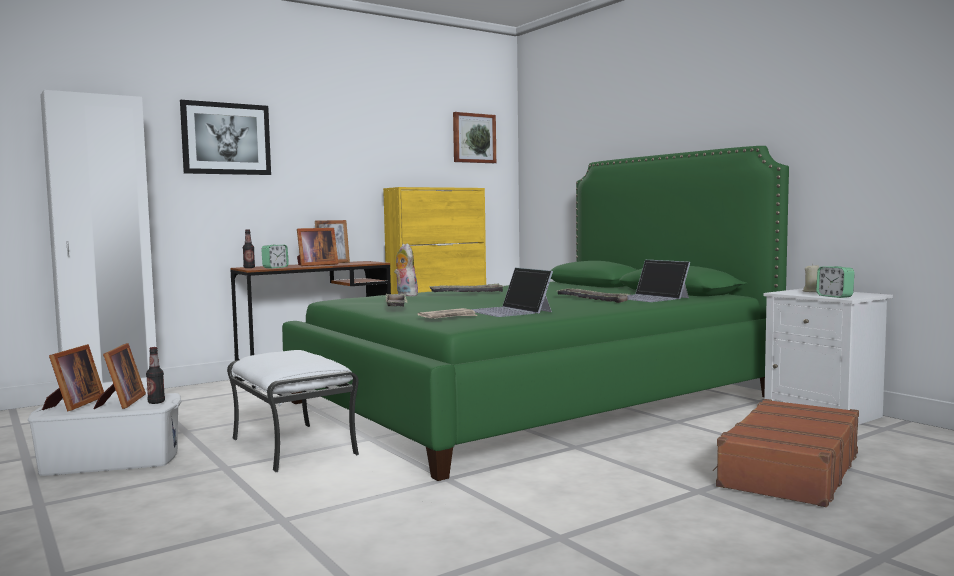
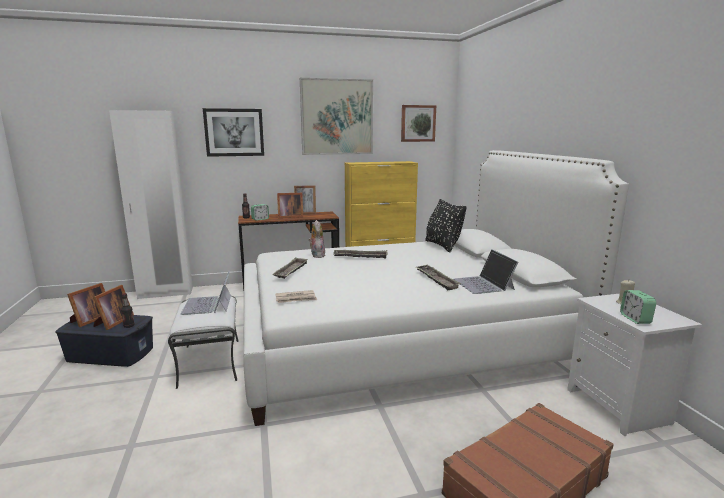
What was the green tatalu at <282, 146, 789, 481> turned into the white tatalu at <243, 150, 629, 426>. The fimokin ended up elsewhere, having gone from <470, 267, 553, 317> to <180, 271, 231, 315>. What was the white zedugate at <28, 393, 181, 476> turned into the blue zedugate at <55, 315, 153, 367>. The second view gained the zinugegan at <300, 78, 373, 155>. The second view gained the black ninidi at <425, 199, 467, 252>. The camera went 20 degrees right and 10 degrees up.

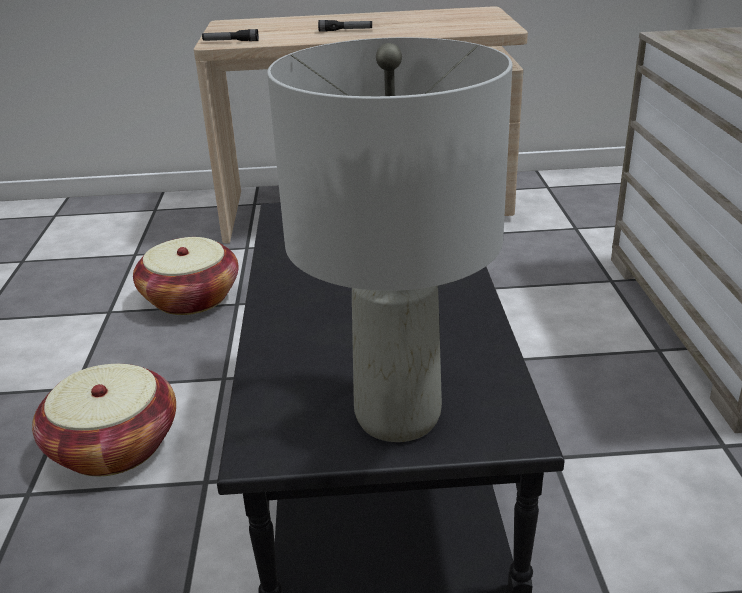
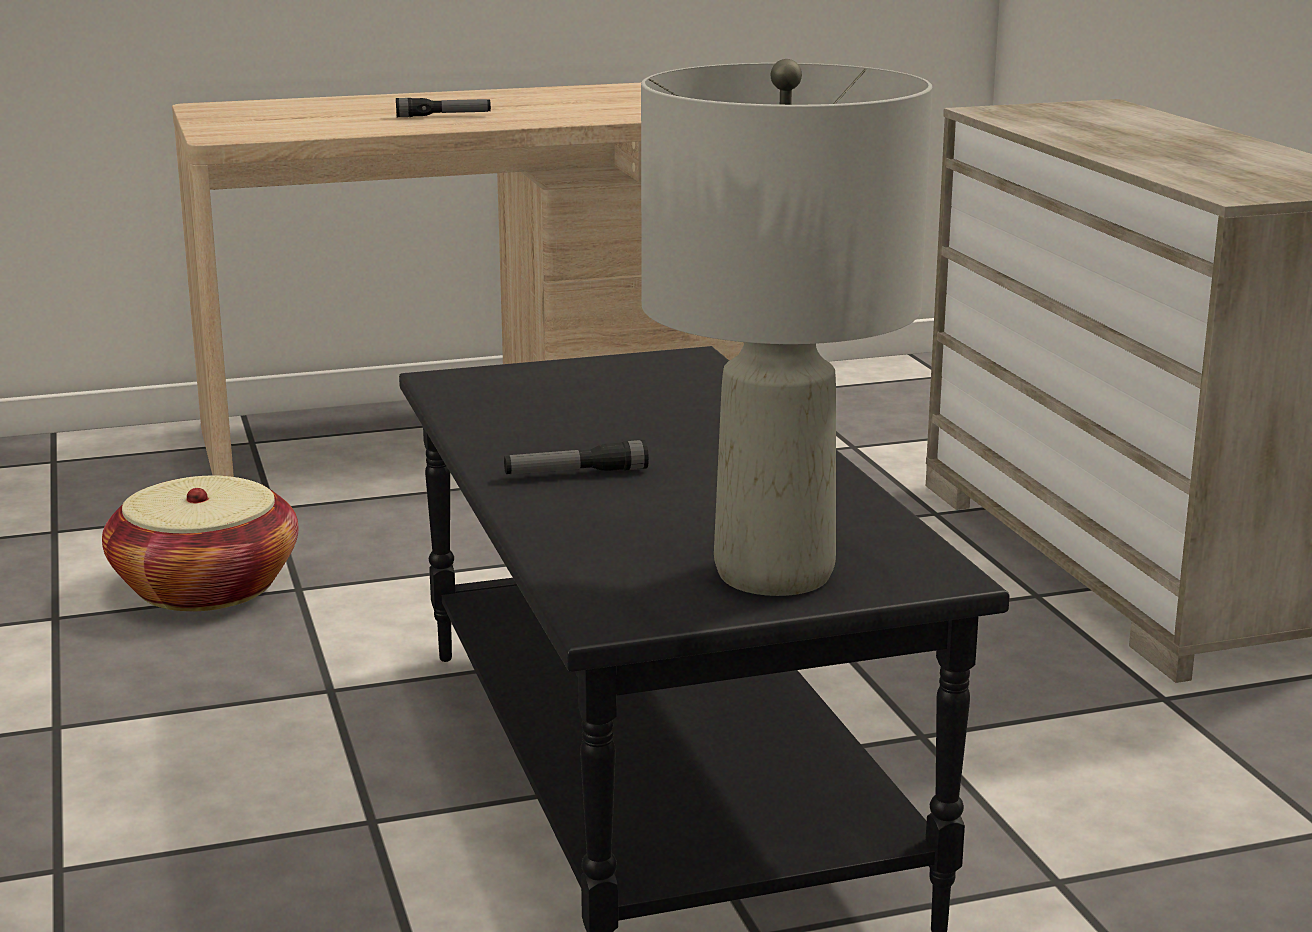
The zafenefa ended up elsewhere, having gone from <202, 29, 259, 41> to <504, 440, 649, 475>. The second view lost the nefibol at <32, 364, 176, 476>. The camera went 15 degrees left and 10 degrees down.

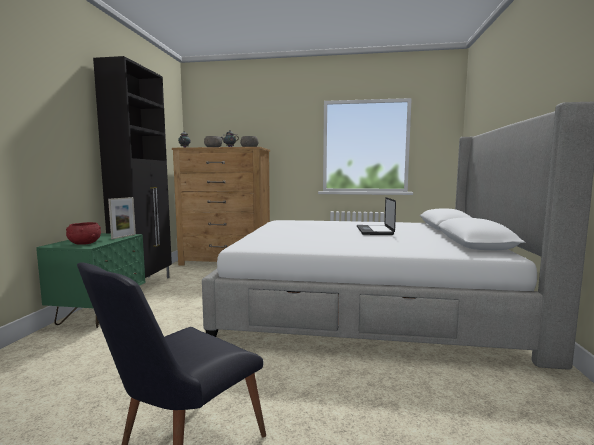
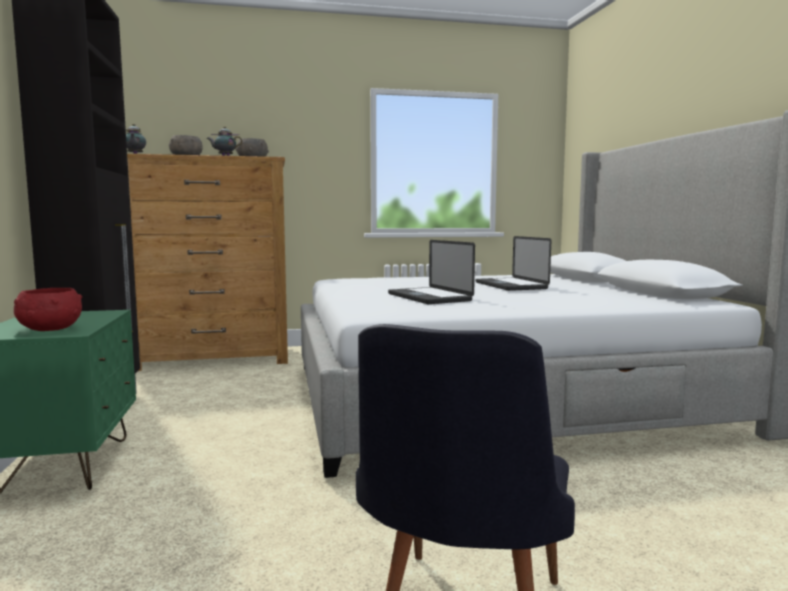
The second view lost the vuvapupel at <108, 197, 136, 239>. The second view gained the fimokin at <388, 240, 475, 304>. The camera went 20 degrees left and 0 degrees up.

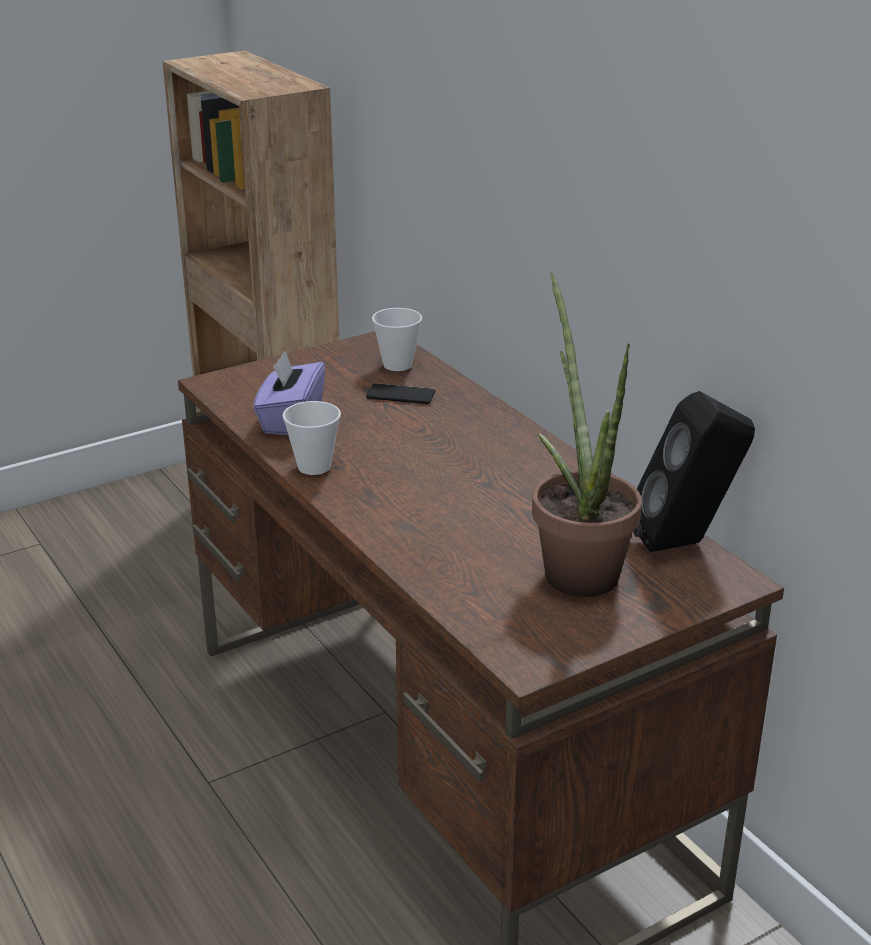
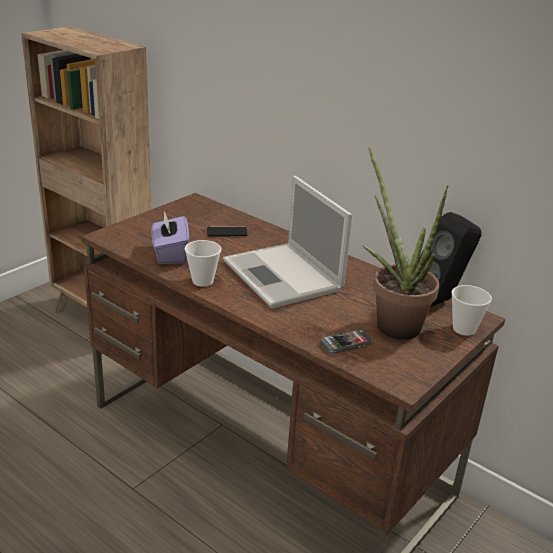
The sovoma ended up elsewhere, having gone from <372, 308, 422, 371> to <451, 285, 492, 336>. The second view gained the fimokin at <223, 176, 353, 308>. The second view gained the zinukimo at <320, 329, 373, 354>. The camera went 20 degrees left and 0 degrees up.

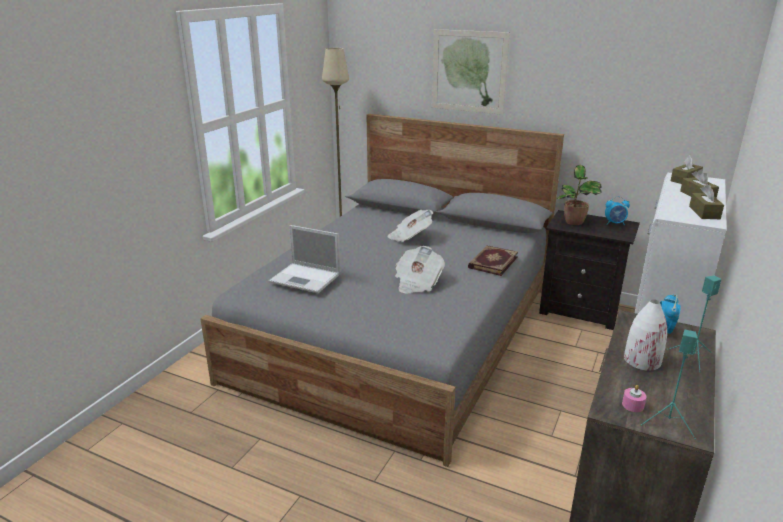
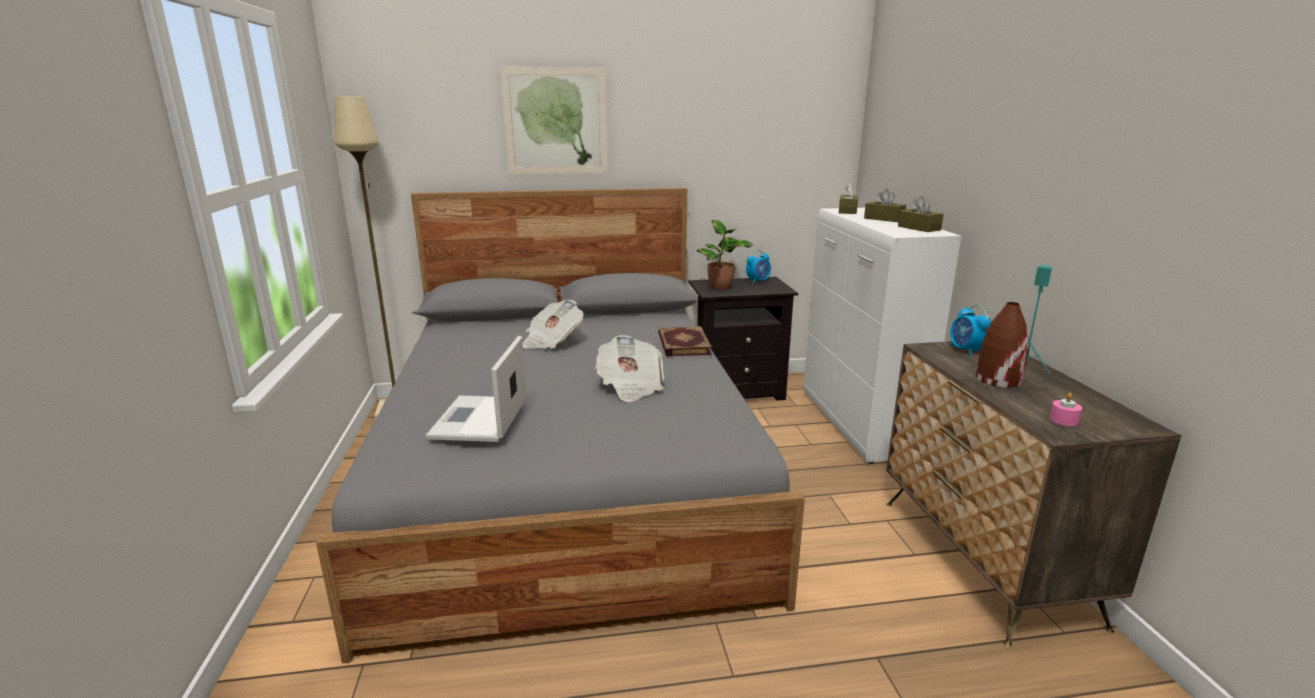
The fimokin at <269, 225, 340, 293> ended up facing another way, 105 degrees clockwise from before. What was the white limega at <624, 299, 667, 371> turned into the brown limega at <976, 302, 1028, 388>. The second view lost the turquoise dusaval at <641, 330, 698, 439>. The camera went 35 degrees left and 5 degrees down.

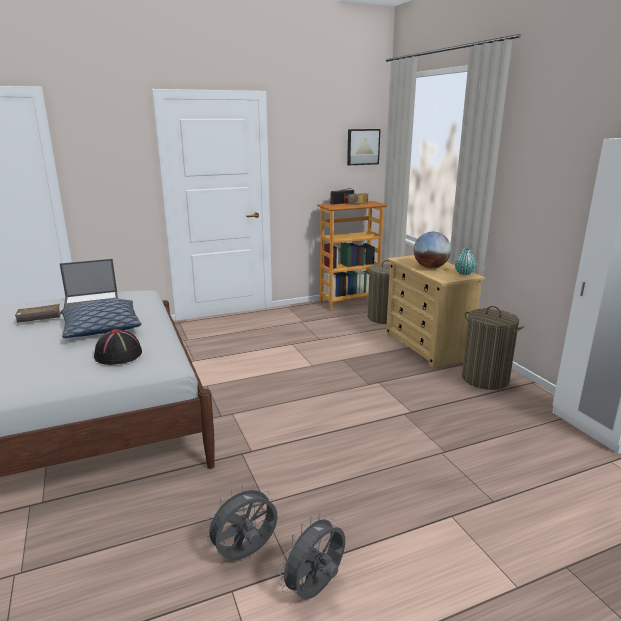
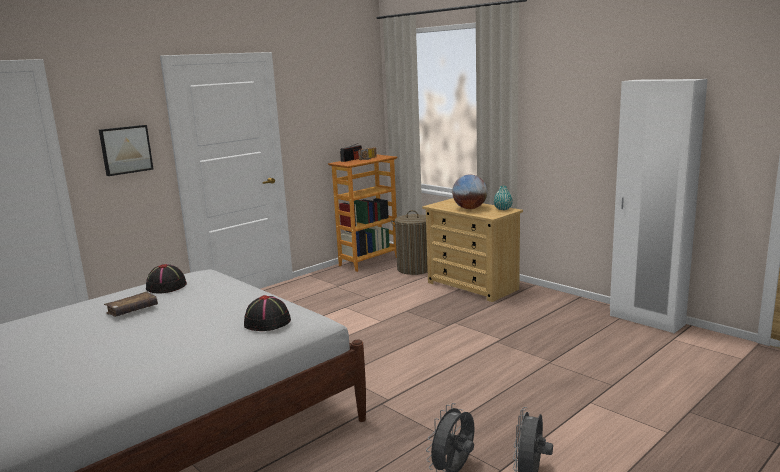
The zinugegan ended up elsewhere, having gone from <347, 129, 381, 165> to <99, 125, 154, 176>. Where the fimokin stood at <60, 259, 118, 309>, the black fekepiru came to stand at <146, 264, 187, 293>. The second view lost the ninidi at <61, 299, 142, 338>. The second view lost the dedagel at <462, 306, 524, 390>. The camera went 20 degrees left and 5 degrees down.

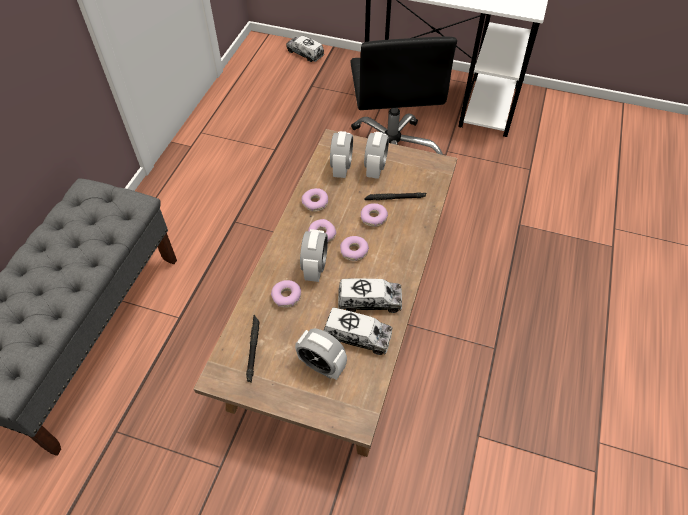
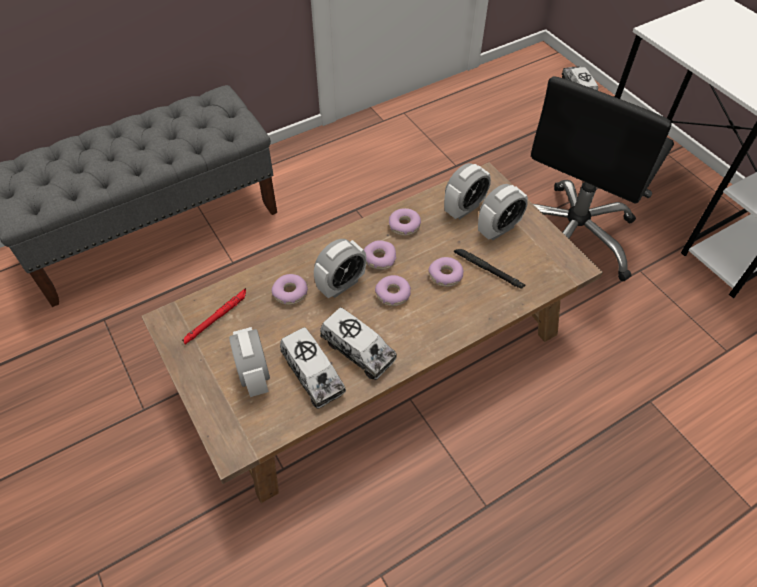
What was the black zafenefa at <246, 315, 260, 383> turned into the red zafenefa at <182, 288, 246, 345>. The camera went 40 degrees right and 0 degrees up.

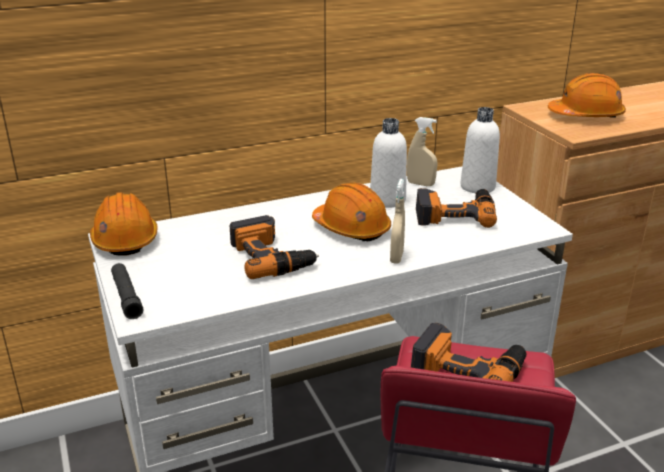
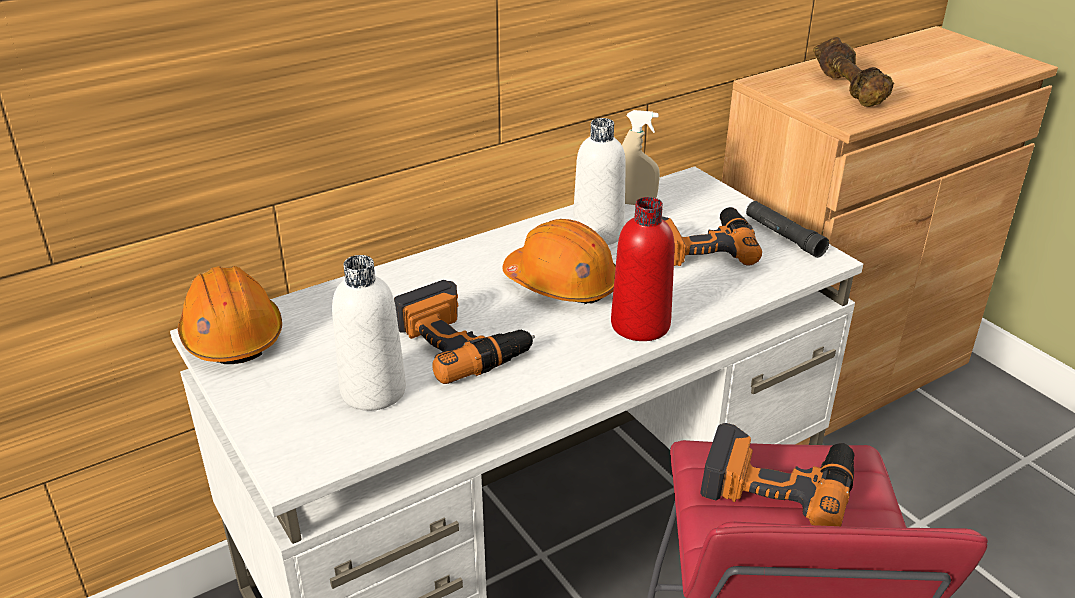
Where the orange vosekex stood at <548, 73, 626, 119>, the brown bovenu came to stand at <813, 37, 894, 107>. The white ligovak ended up elsewhere, having gone from <460, 107, 500, 193> to <332, 255, 406, 411>. Where the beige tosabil stood at <390, 179, 405, 264>, the red ligovak came to stand at <611, 197, 675, 341>. The black zafenefa ended up elsewhere, having gone from <111, 263, 143, 319> to <746, 201, 829, 258>. The camera went 10 degrees left and 5 degrees up.

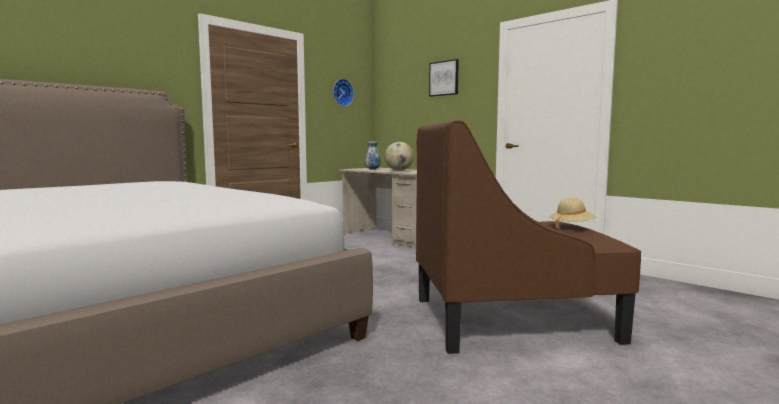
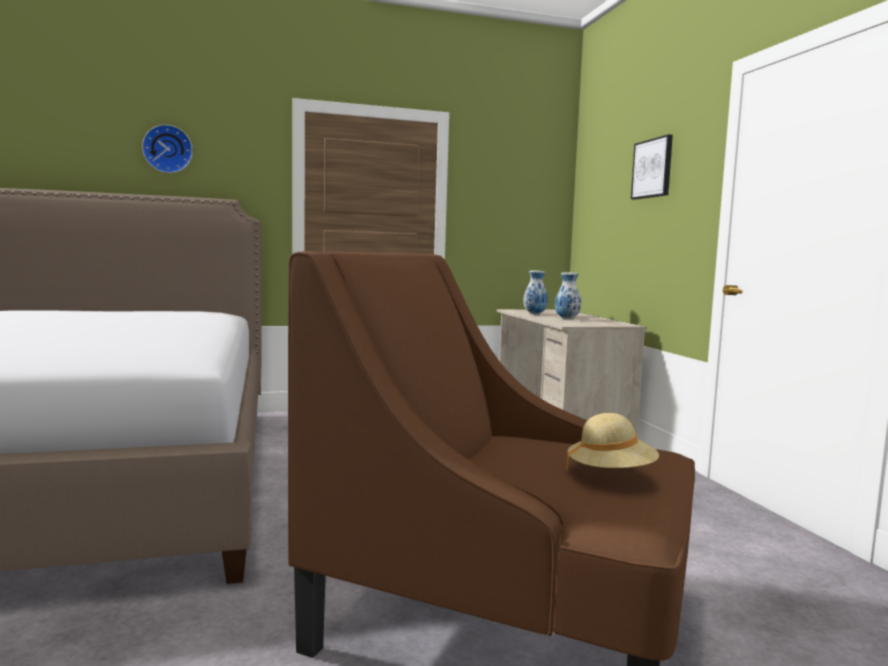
The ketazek ended up elsewhere, having gone from <333, 79, 354, 106> to <142, 124, 193, 173>. Where the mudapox stood at <385, 142, 414, 171>, the limega came to stand at <555, 272, 581, 319>. The camera went 30 degrees right and 0 degrees up.

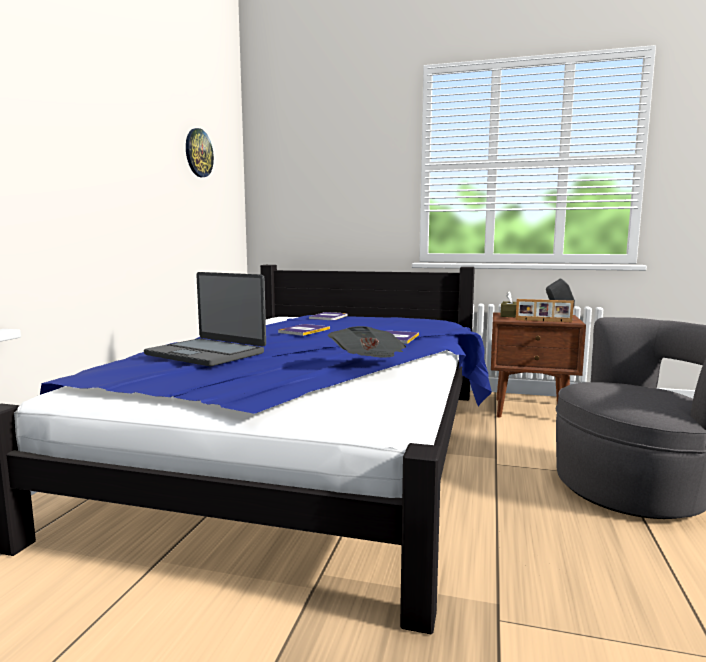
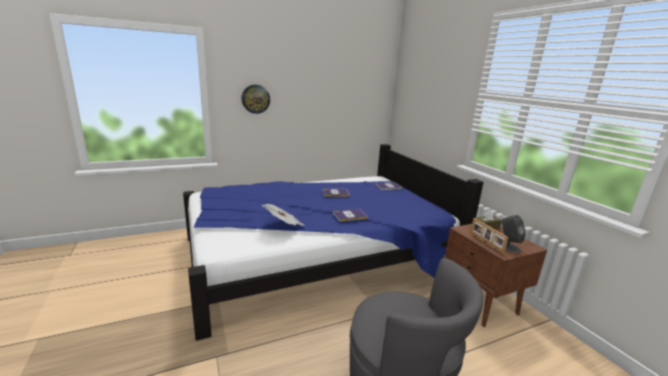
The ketazek ended up elsewhere, having gone from <186, 128, 214, 177> to <241, 85, 270, 114>. The second view lost the fimokin at <144, 272, 266, 366>. The camera went 50 degrees right and 10 degrees up.

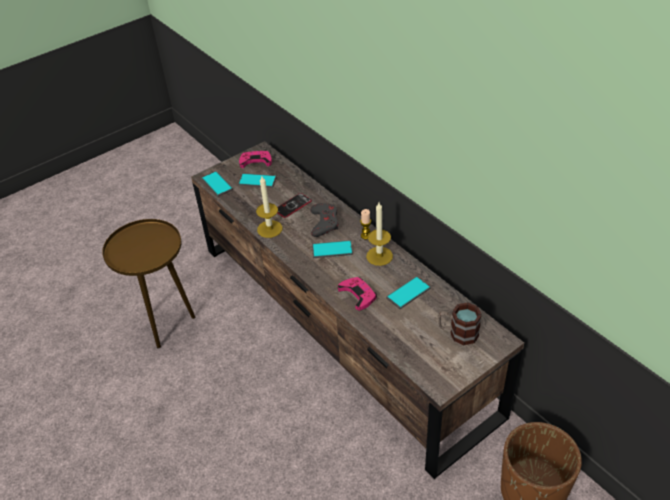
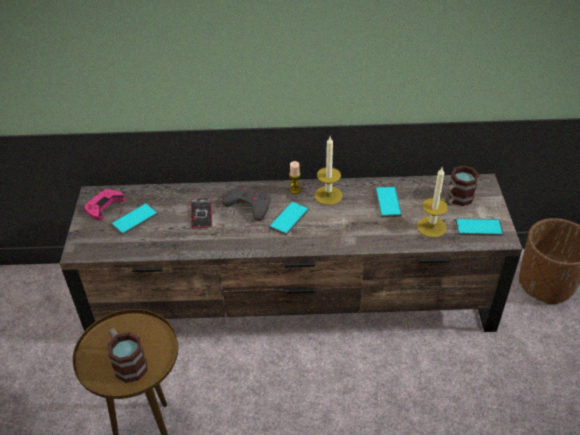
The zinukimo ended up elsewhere, having gone from <202, 171, 233, 197> to <456, 218, 504, 236>. The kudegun ended up elsewhere, having gone from <256, 176, 282, 238> to <417, 167, 448, 238>. The second view lost the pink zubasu at <338, 277, 377, 311>. The second view gained the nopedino at <107, 328, 148, 383>. The camera went 55 degrees left and 0 degrees up.

